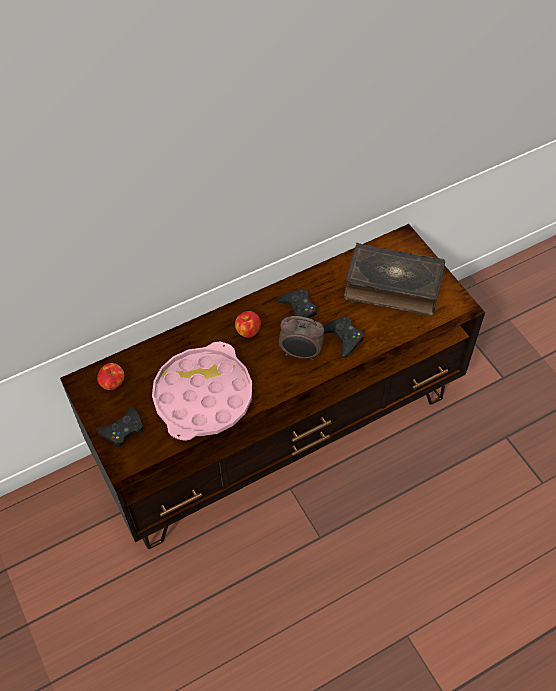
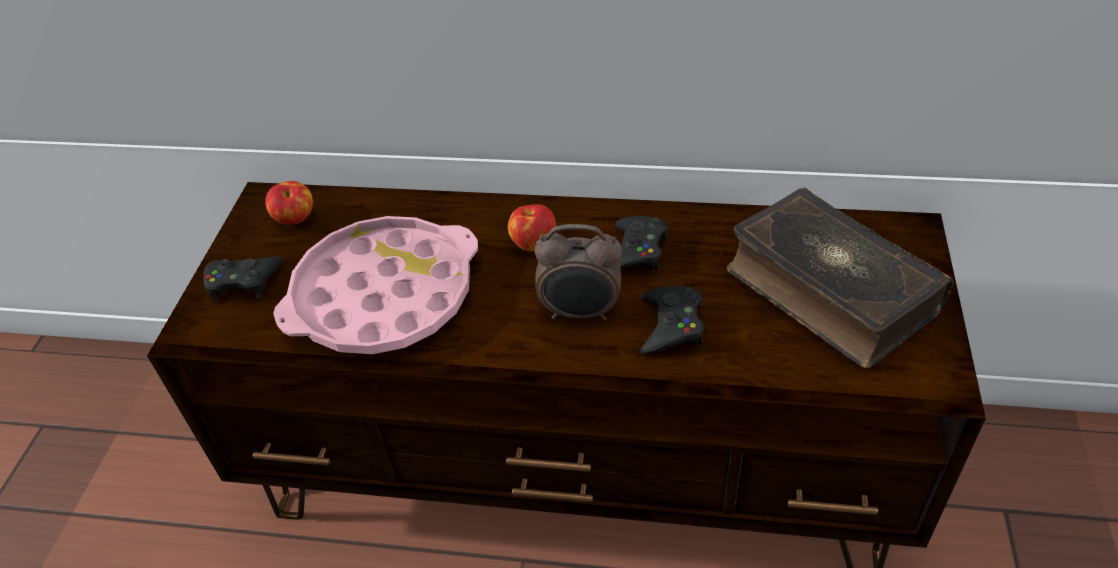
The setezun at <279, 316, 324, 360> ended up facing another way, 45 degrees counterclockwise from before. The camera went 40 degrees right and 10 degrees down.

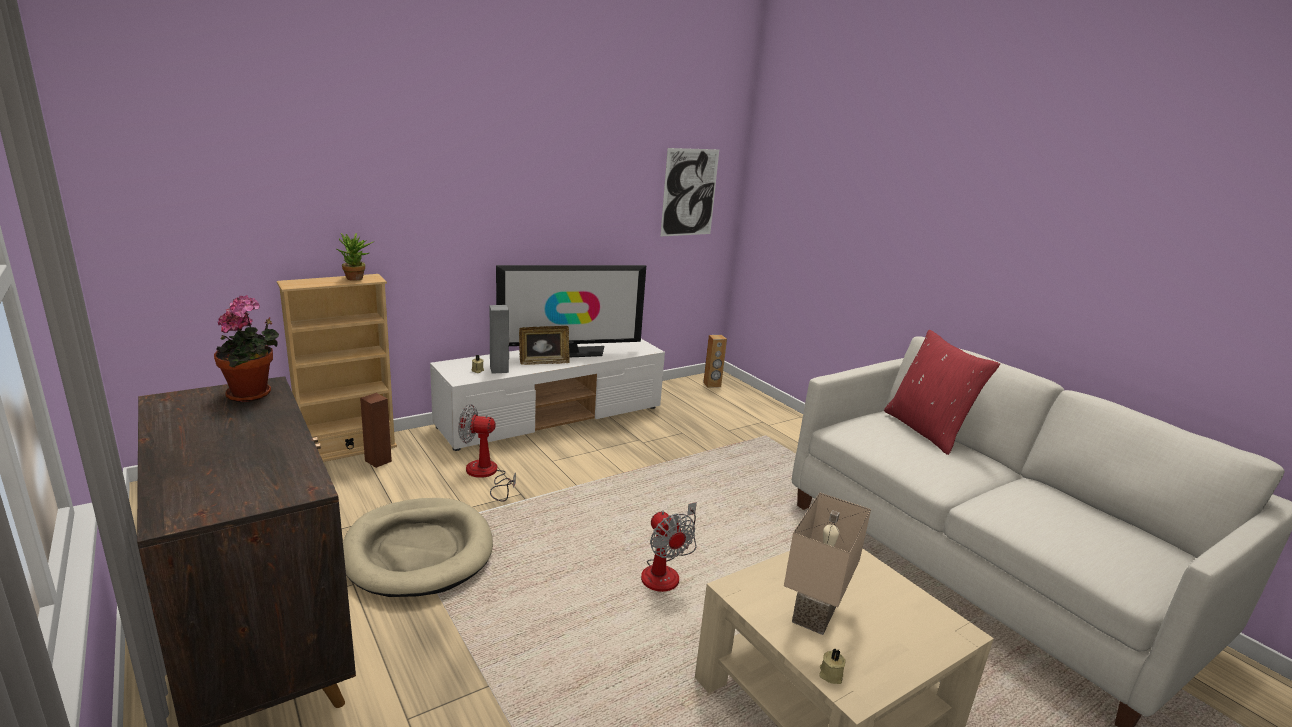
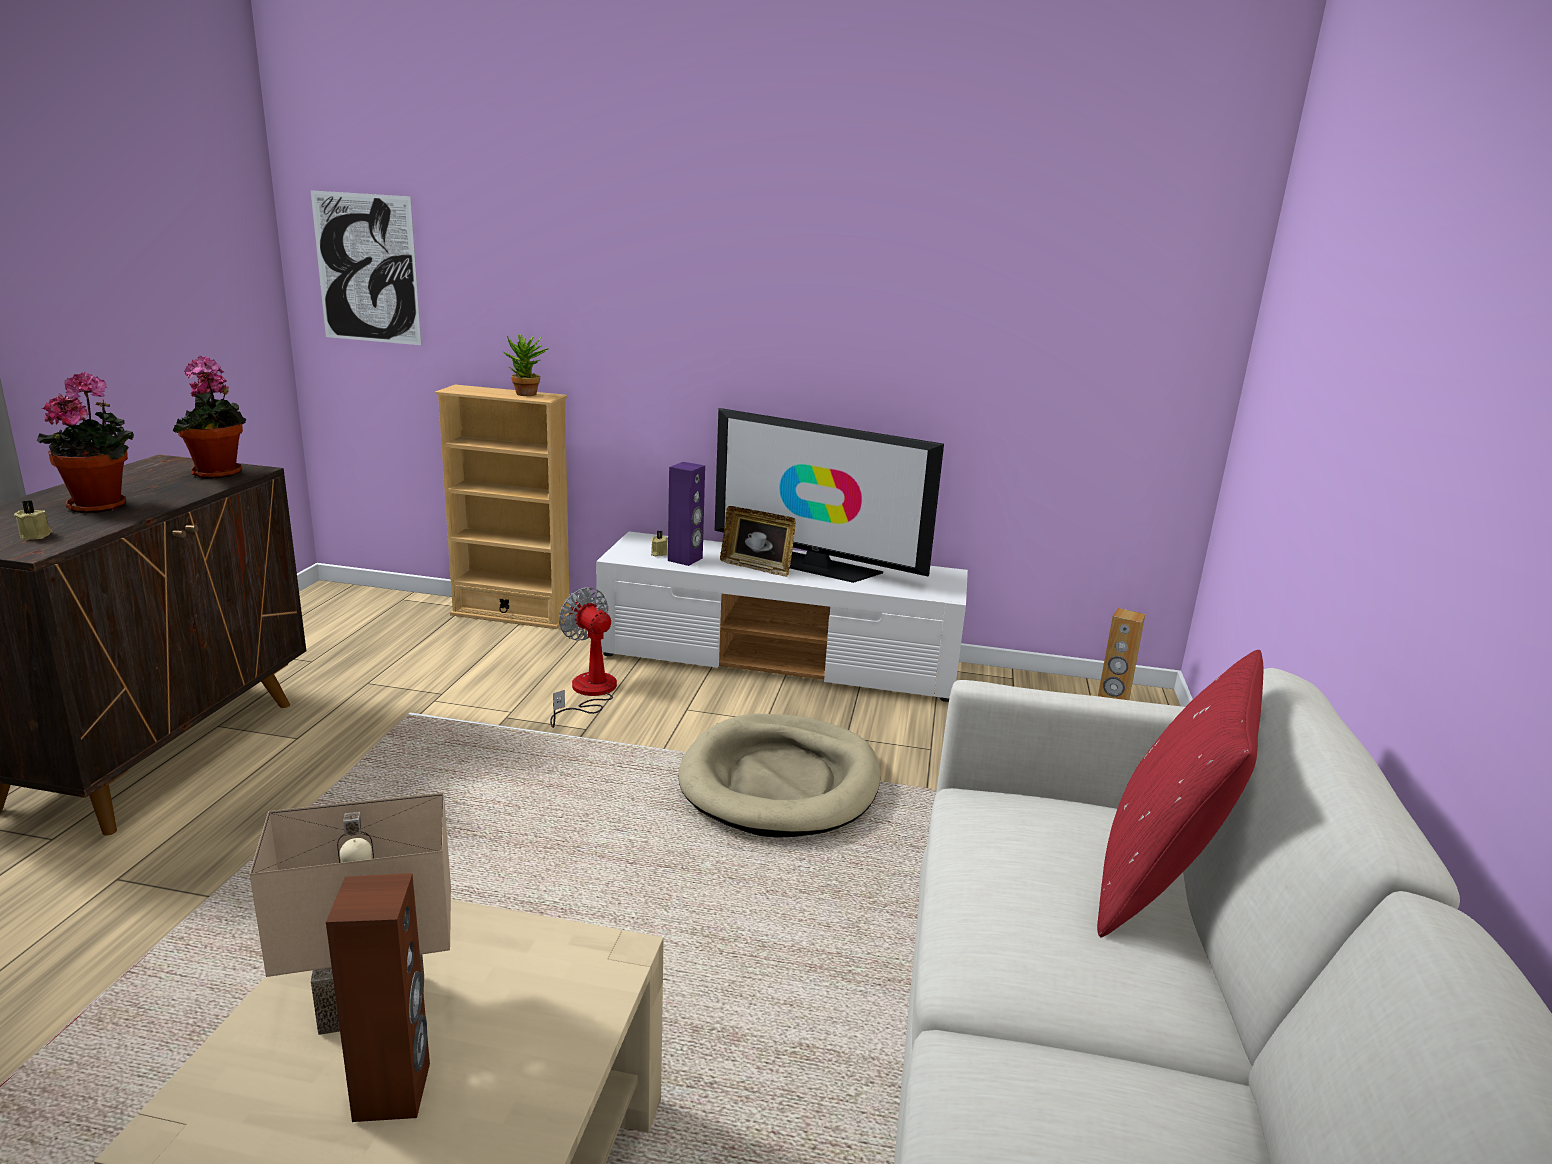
The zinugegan ended up elsewhere, having gone from <660, 148, 719, 237> to <311, 190, 421, 345>. What was the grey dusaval at <490, 305, 509, 374> turned into the purple dusaval at <668, 462, 705, 566>. The brown dusaval ended up elsewhere, having gone from <360, 393, 392, 468> to <326, 873, 430, 1122>. The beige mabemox ended up elsewhere, having gone from <343, 498, 493, 597> to <679, 714, 880, 838>. The second view lost the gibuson at <641, 502, 697, 592>. The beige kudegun ended up elsewhere, having gone from <819, 648, 845, 684> to <14, 500, 53, 540>. The second view gained the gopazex at <37, 372, 134, 513>. The camera went 45 degrees right and 0 degrees up.

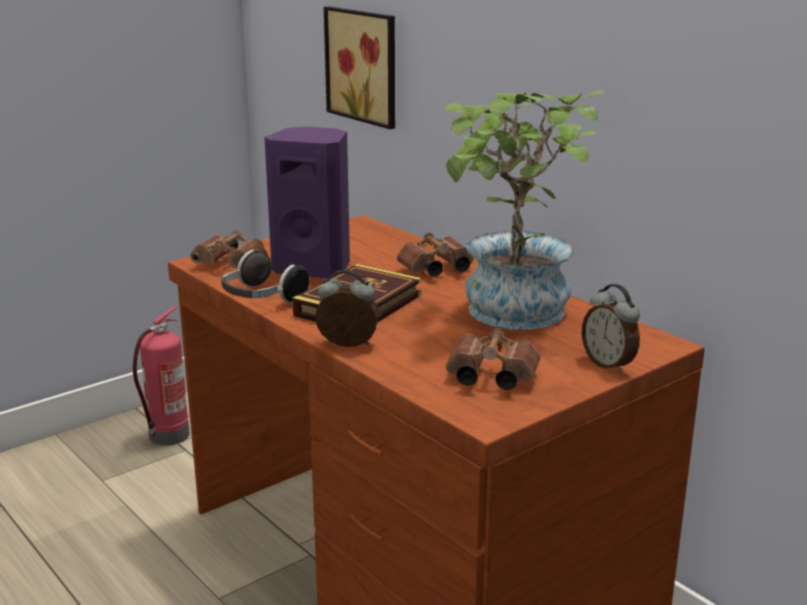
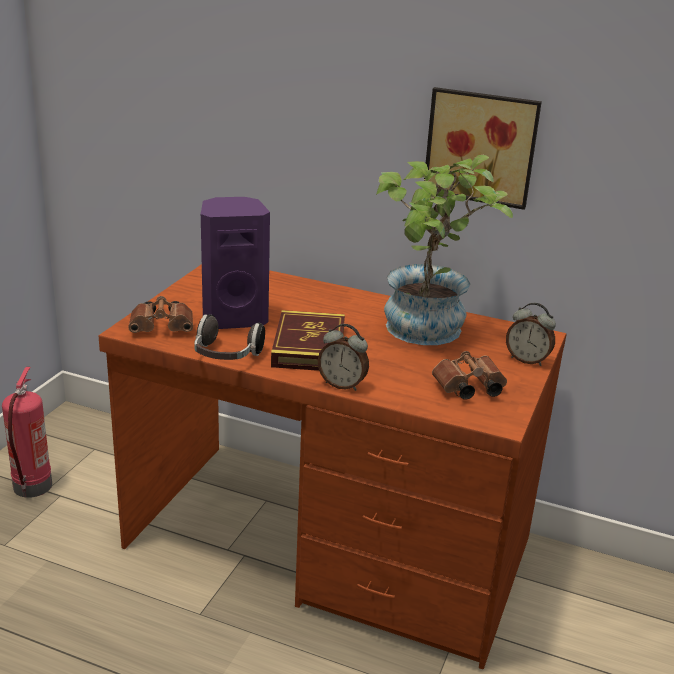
The zinugegan ended up elsewhere, having gone from <324, 6, 395, 129> to <424, 87, 542, 210>. The second view lost the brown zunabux at <397, 233, 474, 277>. The setezun at <315, 269, 379, 347> ended up facing another way, 135 degrees counterclockwise from before. The camera went 30 degrees left and 5 degrees up.

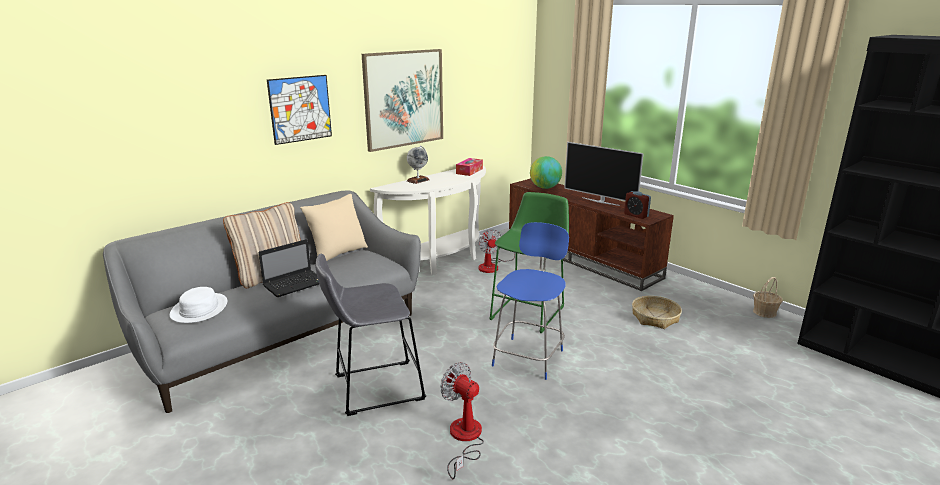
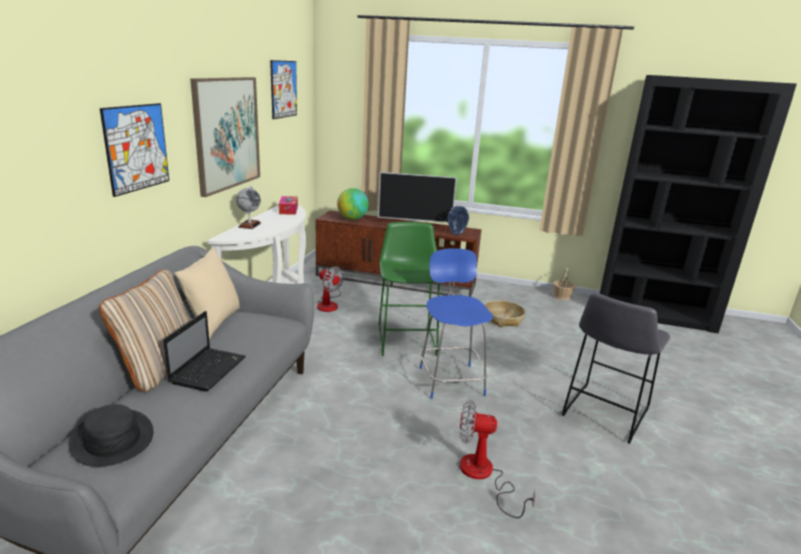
Where the setezun stood at <624, 191, 651, 219>, the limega came to stand at <448, 206, 469, 235>. The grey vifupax ended up elsewhere, having gone from <315, 254, 426, 416> to <562, 292, 670, 444>. What was the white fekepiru at <170, 287, 227, 323> turned into the black fekepiru at <68, 404, 154, 467>. The second view gained the zinugegan at <270, 60, 297, 119>. The camera went 35 degrees left and 0 degrees up.

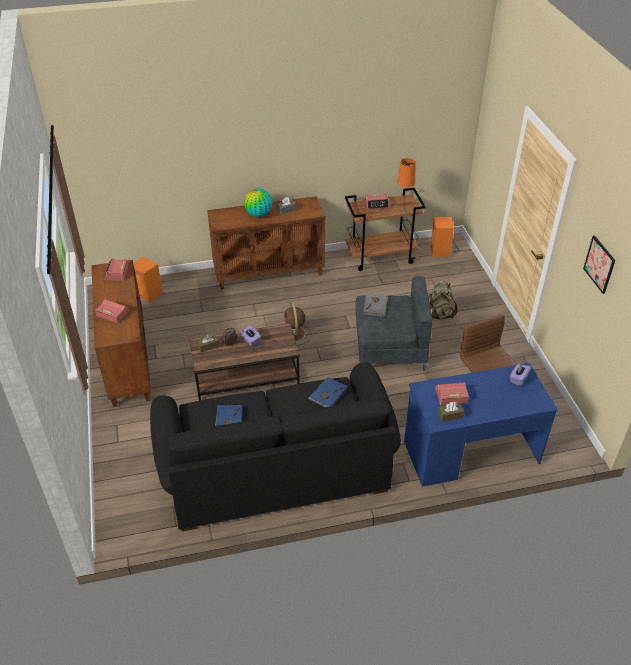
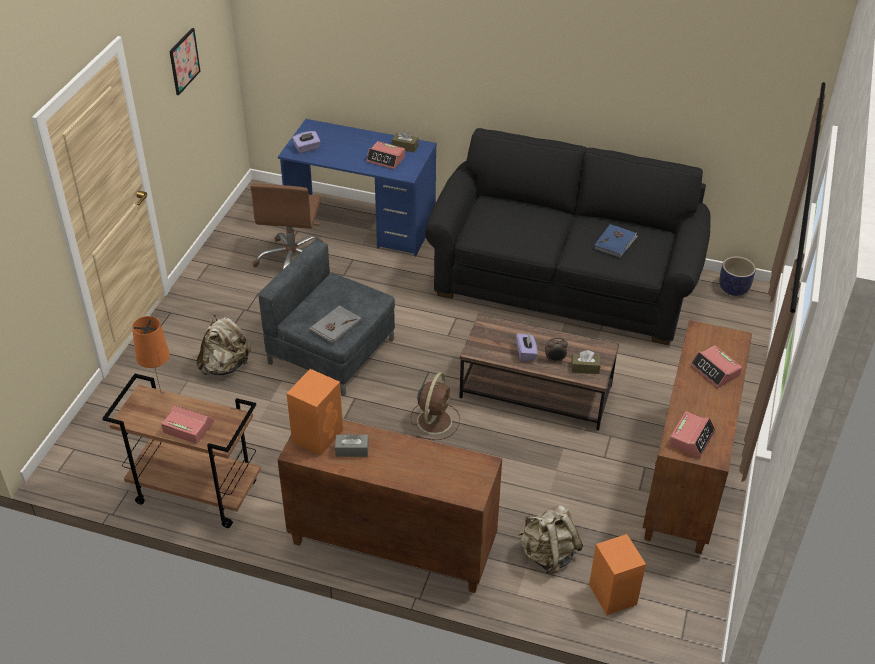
The second view lost the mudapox at <244, 188, 273, 217>. The orange dusaval ended up elsewhere, having gone from <431, 217, 454, 257> to <287, 369, 343, 456>. The second view lost the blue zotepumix at <308, 377, 348, 407>. The second view gained the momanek at <719, 256, 756, 296>. The second view gained the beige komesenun at <518, 505, 583, 574>. The camera went 150 degrees left and 0 degrees up.

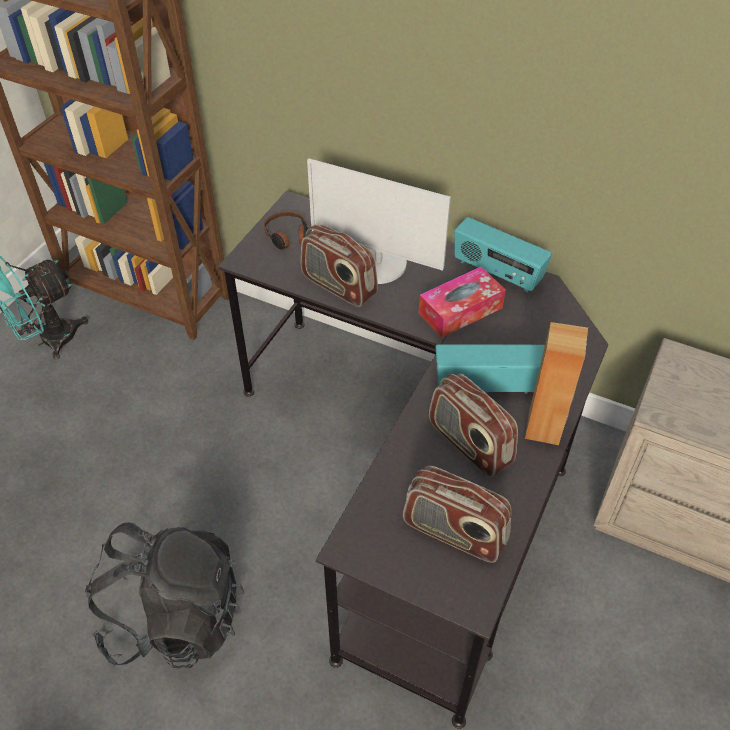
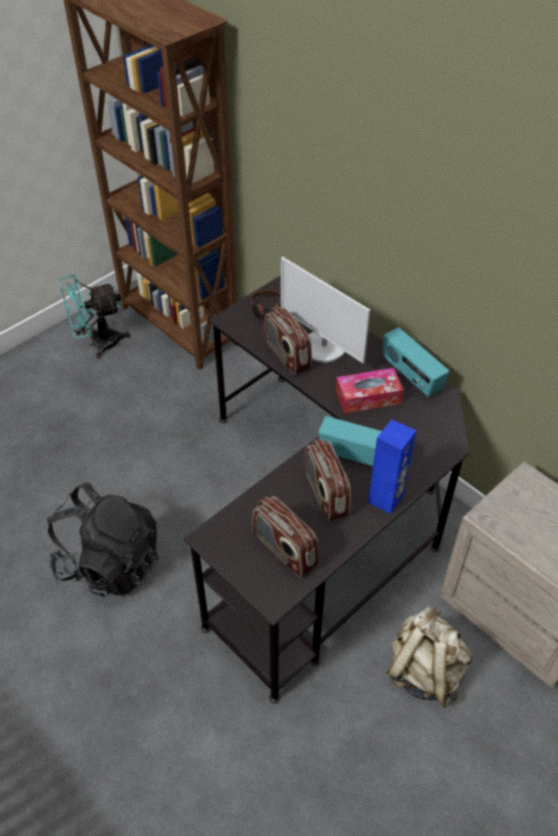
What was the brown dusaval at <525, 322, 588, 445> turned into the blue dusaval at <368, 419, 417, 514>. The second view gained the beige komesenun at <386, 606, 472, 708>. The camera went 20 degrees right and 0 degrees up.

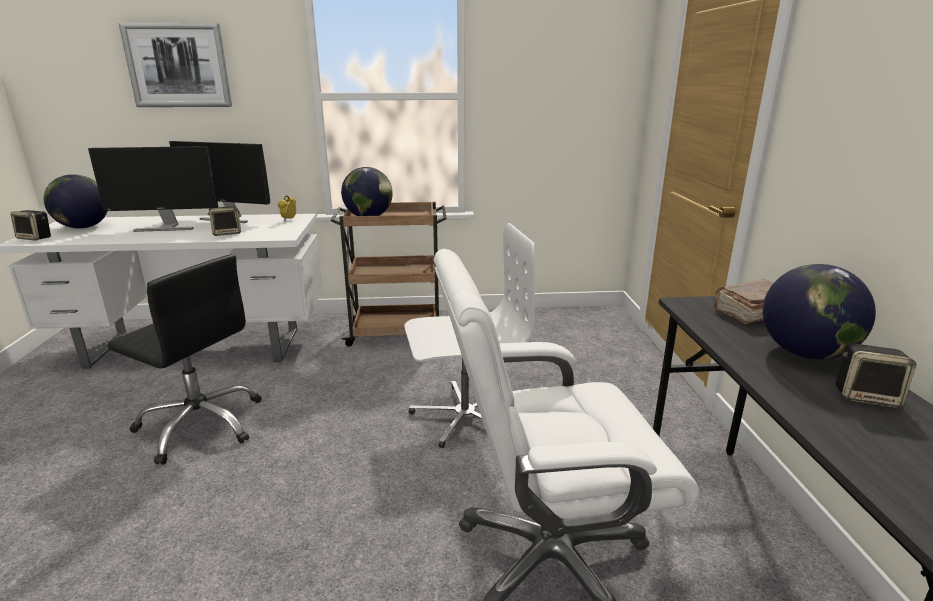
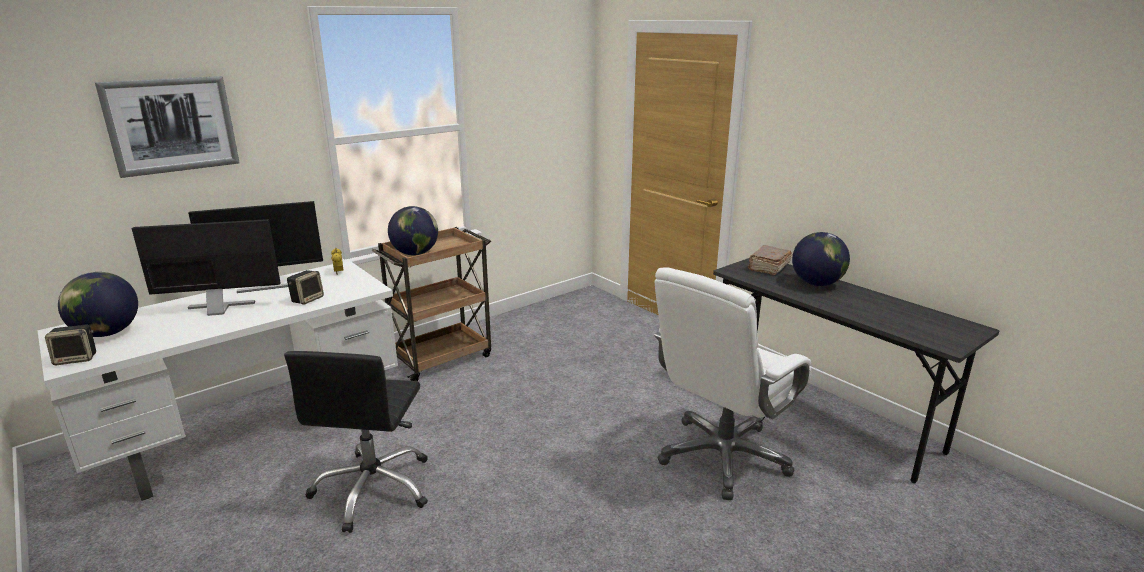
The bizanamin at <88, 146, 218, 232> ended up facing another way, 150 degrees counterclockwise from before. The second view lost the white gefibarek at <404, 223, 535, 448>. The black gefibarek at <107, 254, 262, 465> ended up facing another way, 105 degrees clockwise from before. The second view lost the dusaval at <836, 343, 917, 408>. The camera went 35 degrees left and 0 degrees up.

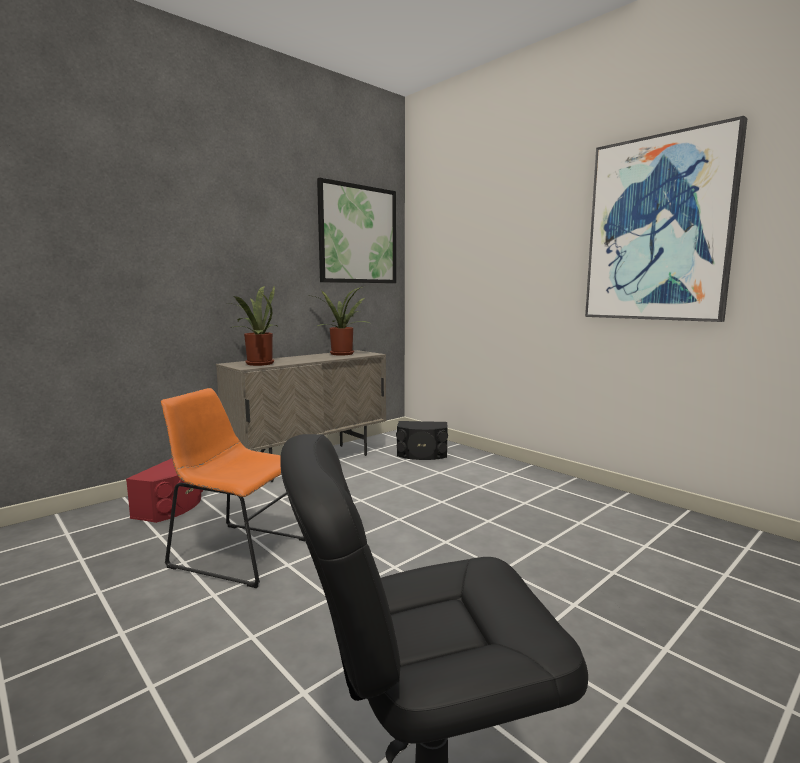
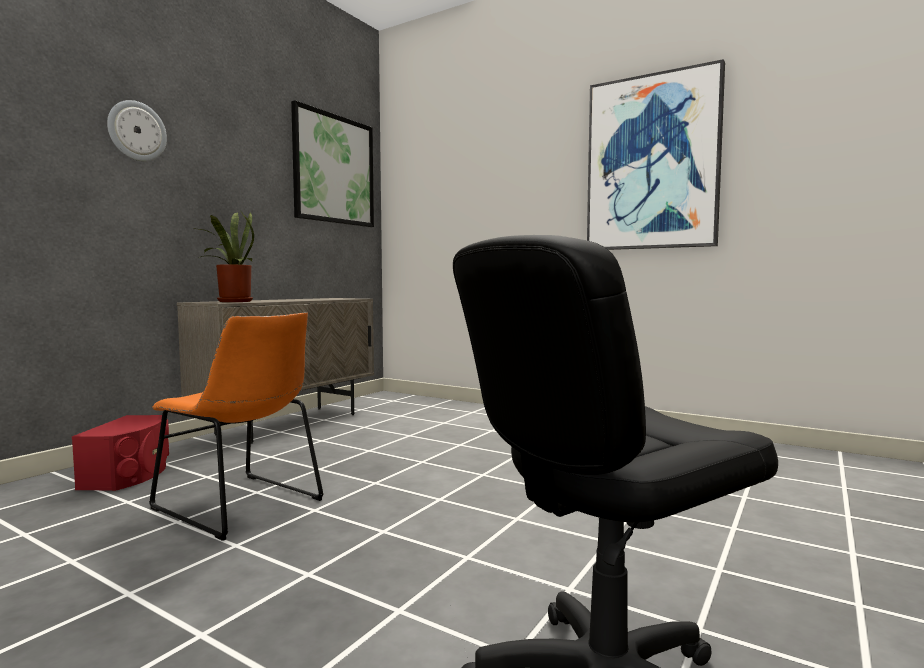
The second view lost the gopazex at <307, 287, 370, 356>. The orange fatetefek at <161, 388, 306, 588> ended up facing another way, 150 degrees counterclockwise from before. The second view lost the black dusaval at <396, 421, 448, 460>. The second view gained the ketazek at <107, 100, 167, 161>. The camera went 15 degrees left and 5 degrees down.

